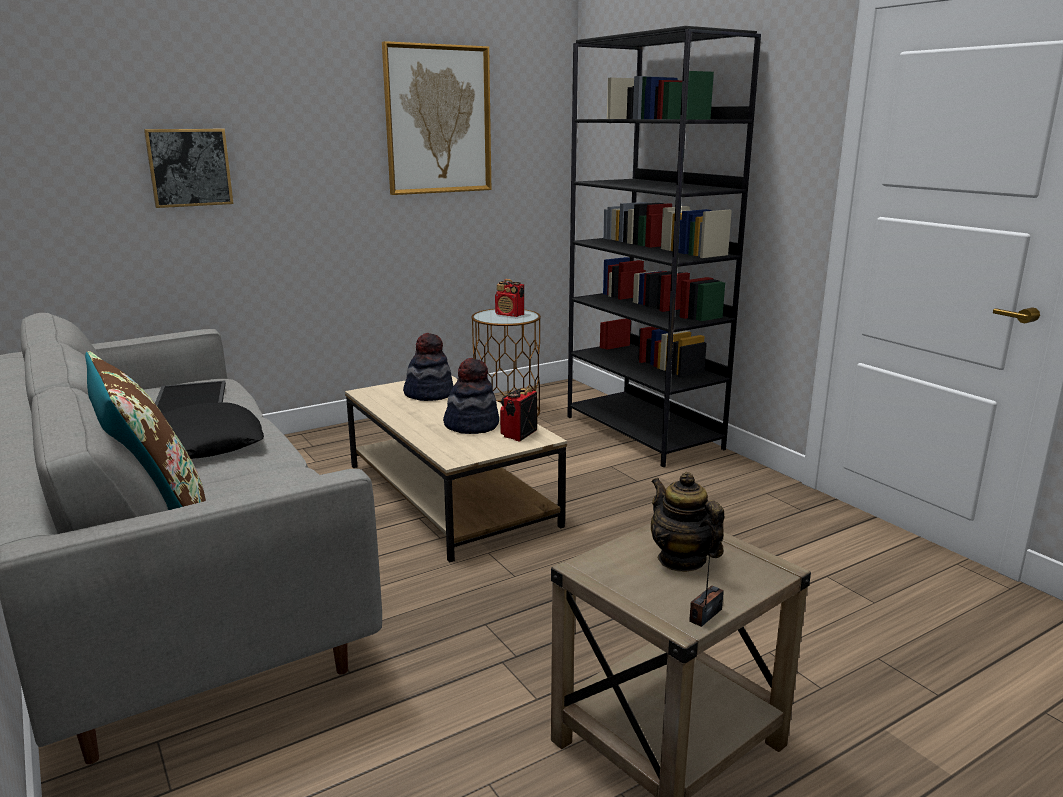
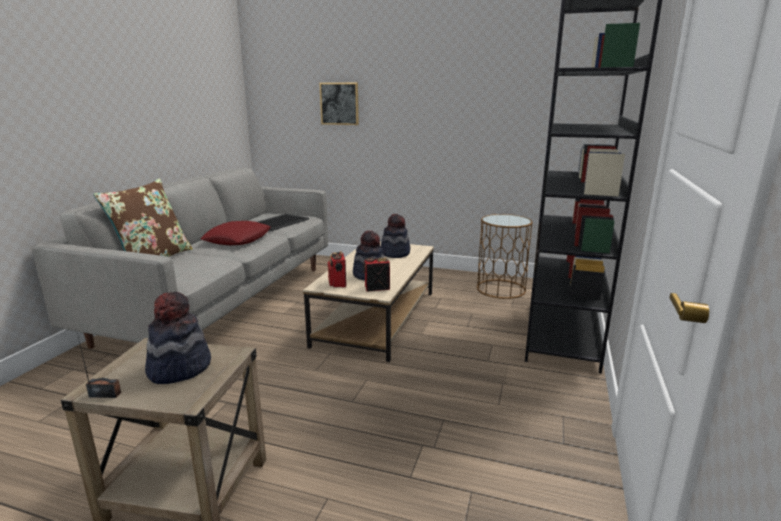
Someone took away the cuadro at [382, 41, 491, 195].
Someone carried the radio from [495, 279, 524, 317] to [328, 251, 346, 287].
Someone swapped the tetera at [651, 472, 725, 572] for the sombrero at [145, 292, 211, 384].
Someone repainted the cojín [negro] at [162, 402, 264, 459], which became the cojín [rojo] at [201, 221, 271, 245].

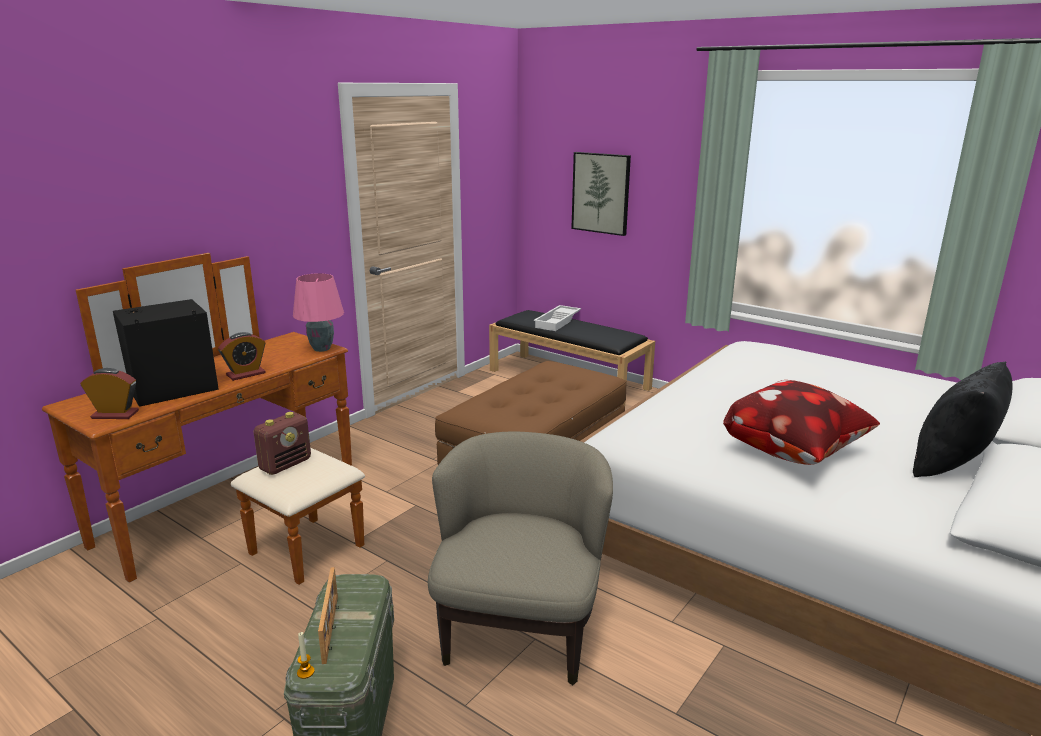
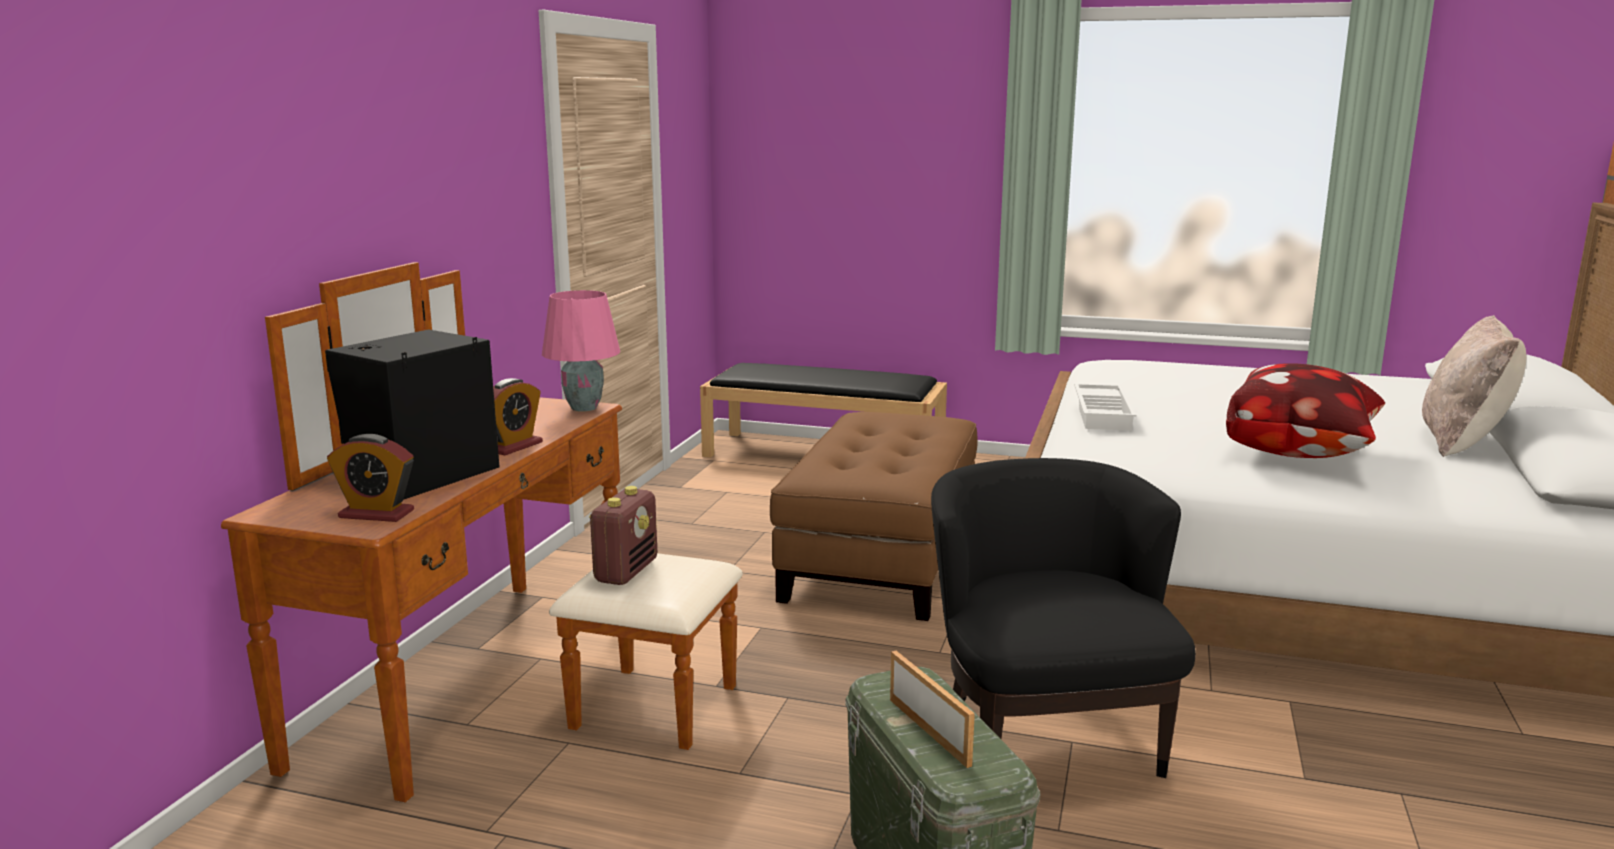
Someone took away the vela at [297, 632, 315, 679].
Someone took away the cuadro at [571, 152, 631, 236].
Someone carried the bandeja [blanco] from [534, 305, 581, 331] to [1074, 383, 1136, 431].
Someone repainted the sillón [beis] at [428, 432, 613, 685], which became the sillón [negro] at [931, 458, 1196, 778].
Someone repainted the cojín [negro] at [913, 362, 1013, 477], which became the cojín [beis] at [1422, 315, 1526, 457].
Someone rotated the despertador at [80, 368, 139, 419] by 150 degrees counterclockwise.

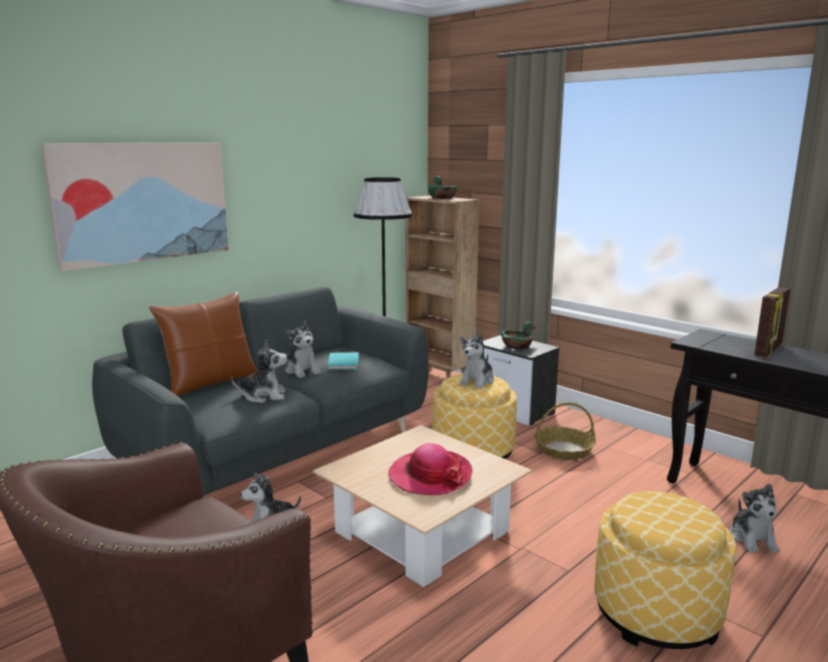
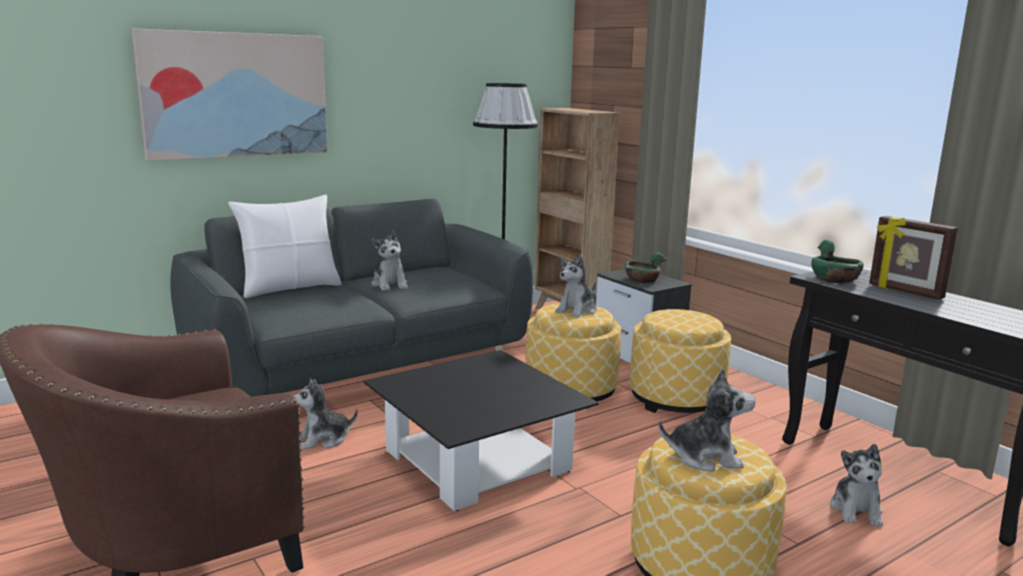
Someone took away the libro [turquesa] at [327, 352, 359, 370].
Someone took away the sombrero at [388, 443, 473, 495].
Someone carried the peluche from [231, 339, 287, 403] to [659, 368, 756, 472].
Someone carried the cuenco [verde] from [428, 176, 457, 199] to [811, 240, 864, 284].
Someone swapped the cesta at [534, 402, 595, 460] for the puf at [630, 309, 731, 413].
Someone repainted the cojín [marrón] at [149, 292, 257, 396], which became the cojín [blanco] at [228, 195, 341, 298].
Someone repainted the mesa de centro [beis] at [312, 425, 532, 587], which became the mesa de centro [negro] at [363, 350, 599, 511].
Someone rotated the portarretratos at [754, 287, 790, 357] by 90 degrees clockwise.

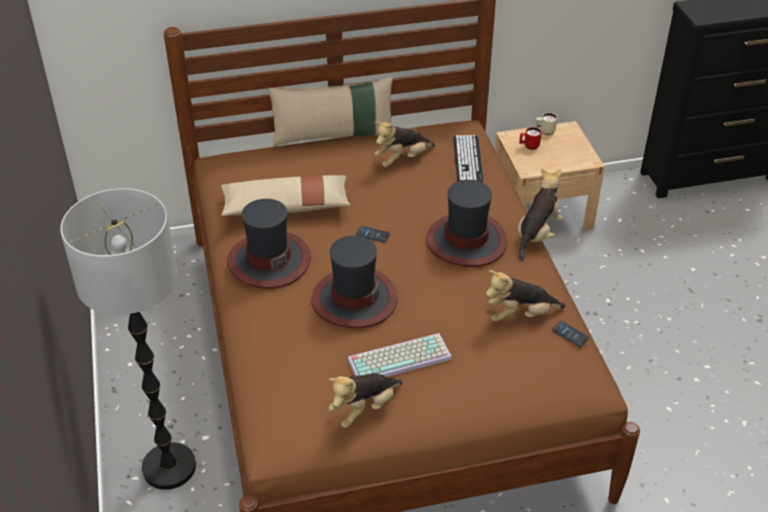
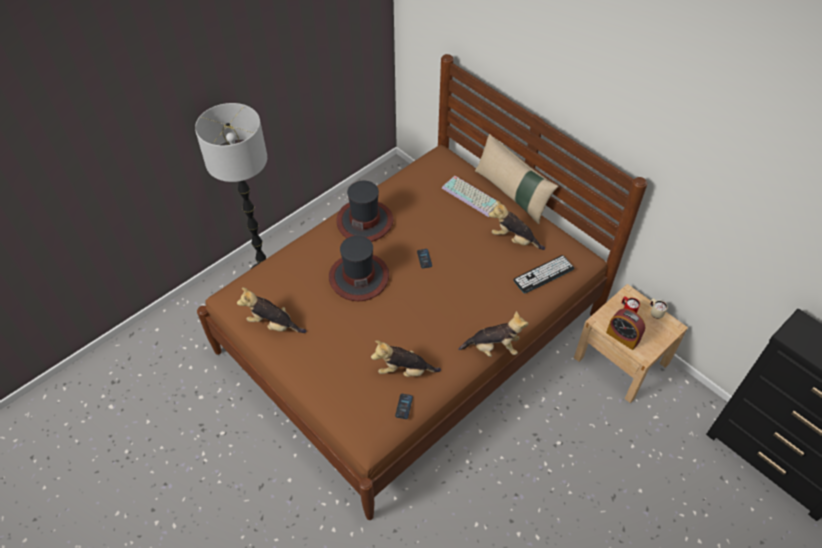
Someone took away the cojín [beis] at [221, 175, 351, 216].
Someone took away the sombrero at [426, 180, 507, 267].
Someone put down the despertador at [606, 308, 646, 350].
Someone carried the teclado from [348, 333, 452, 377] to [442, 176, 502, 217].
Someone rotated the peluche at [486, 270, 566, 322] by 45 degrees counterclockwise.

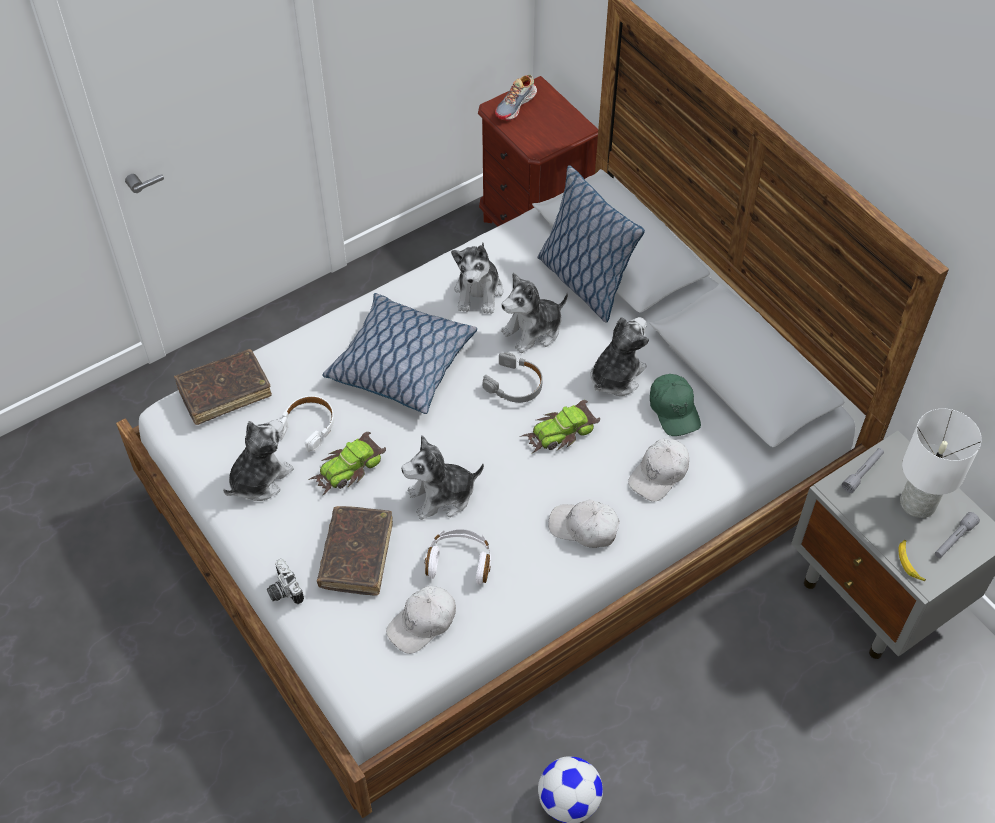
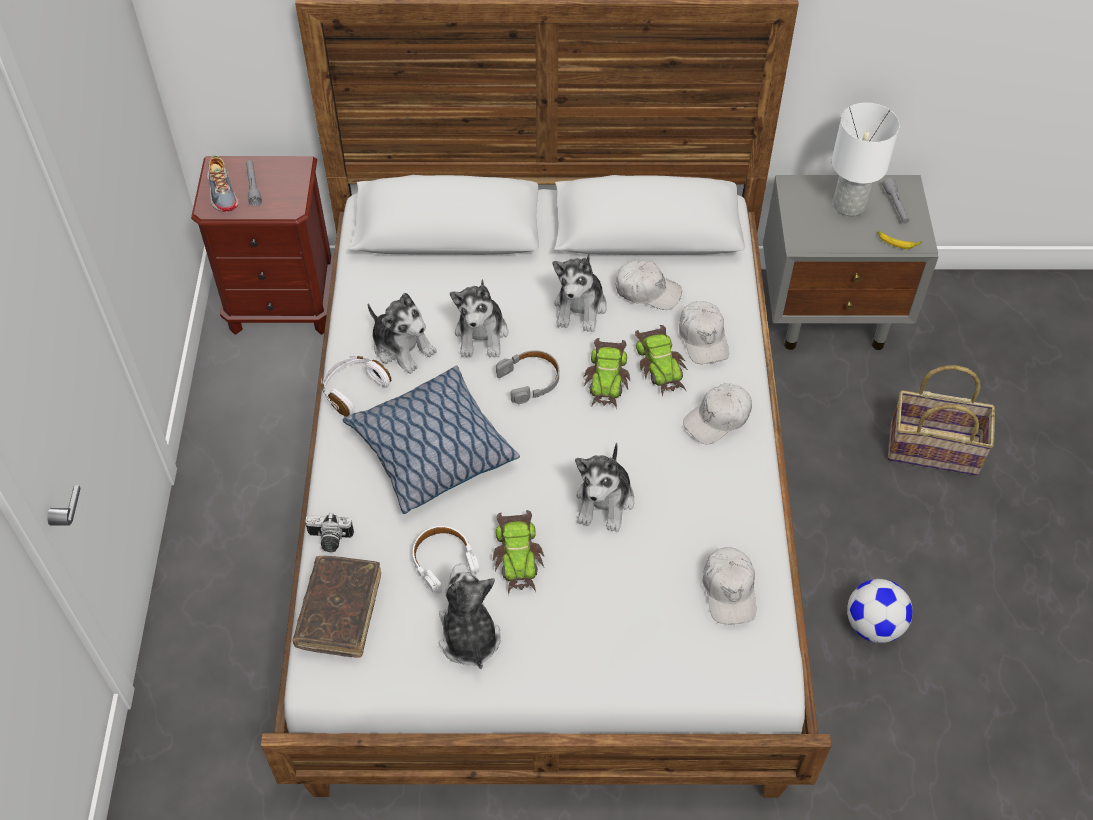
Someone took away the libro [marrón] at [317, 506, 393, 596].
Someone took away the cojín at [537, 165, 645, 323].
Someone put down the coche de juguete at [635, 325, 688, 396].
Someone put down the cesta at [888, 365, 995, 475].
Someone carried the cámara from [267, 559, 304, 604] to [305, 512, 354, 552].
Someone carried the auriculares [blanco] from [425, 529, 491, 585] to [321, 356, 391, 417].
Someone carried the linterna [gris] from [842, 448, 884, 493] to [246, 160, 262, 206].
Someone repainted the gorra [verde] at [650, 374, 701, 436], which became the gorra [blanco] at [616, 260, 682, 310].
Someone rotated the peluche at [590, 317, 649, 396] by 150 degrees counterclockwise.

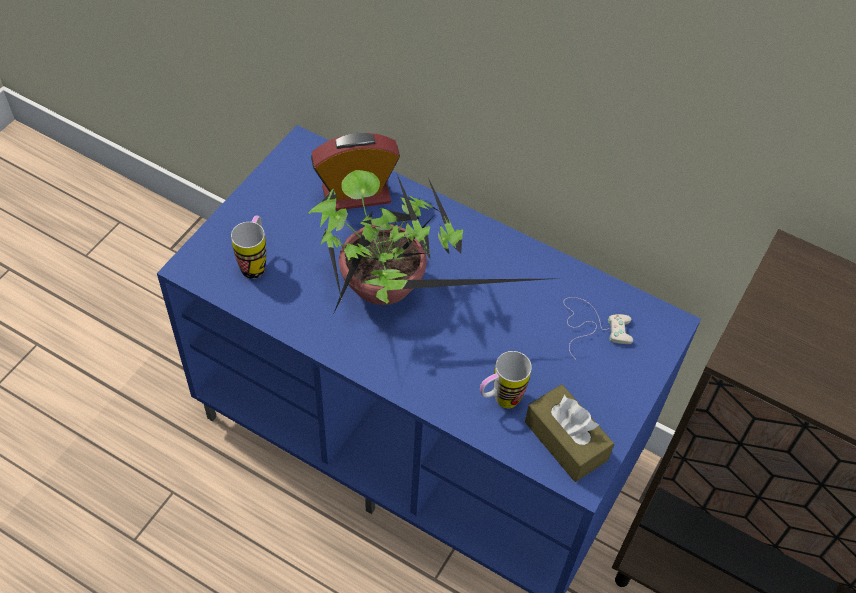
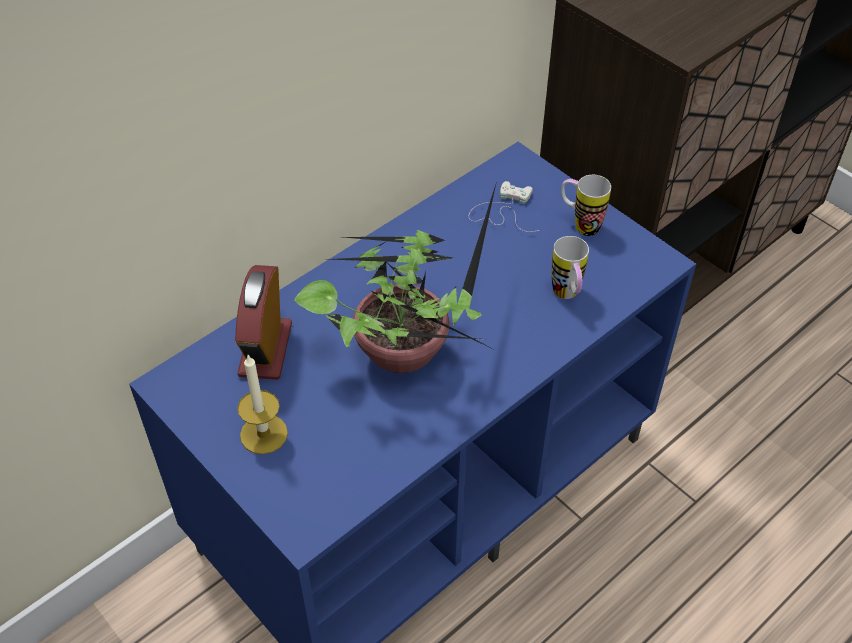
Someone took away the caja de pañuelos [marrón] at [525, 384, 614, 482].
Someone put down the vela at [237, 355, 288, 454].
Someone carried the taza grande from [231, 216, 266, 279] to [561, 175, 611, 236].

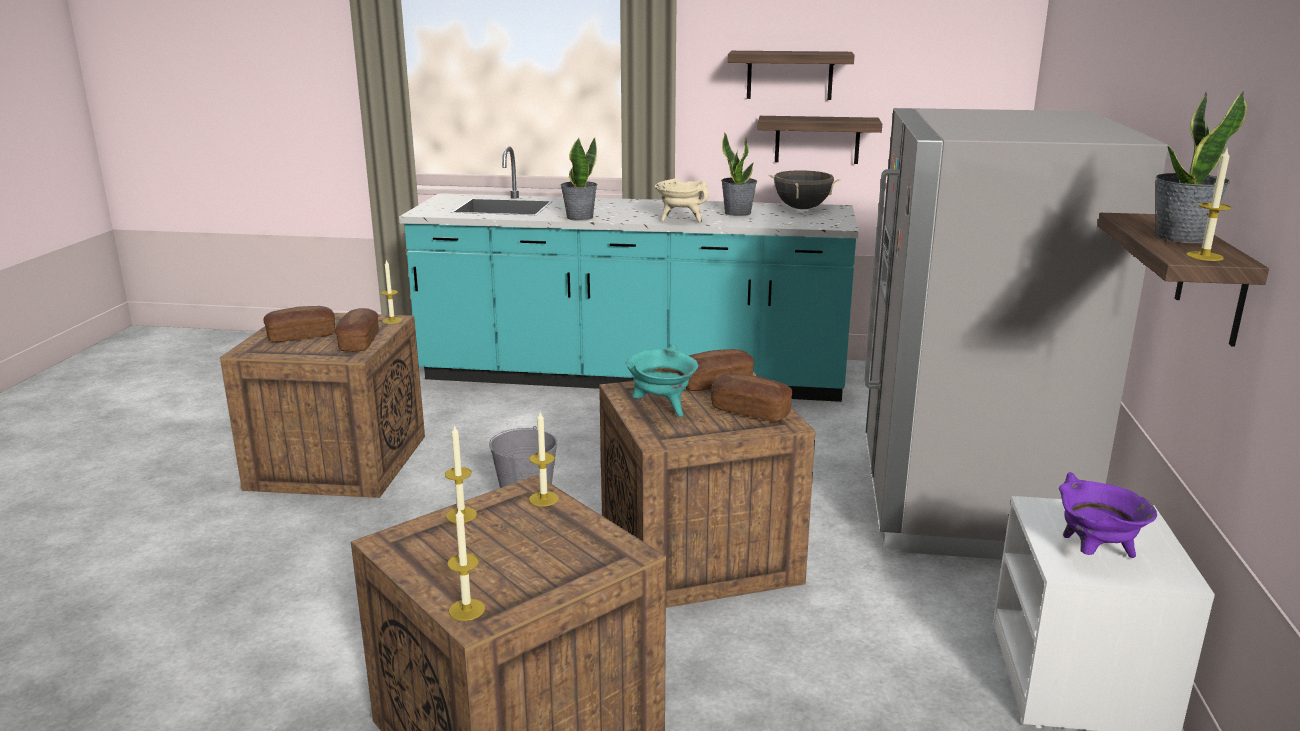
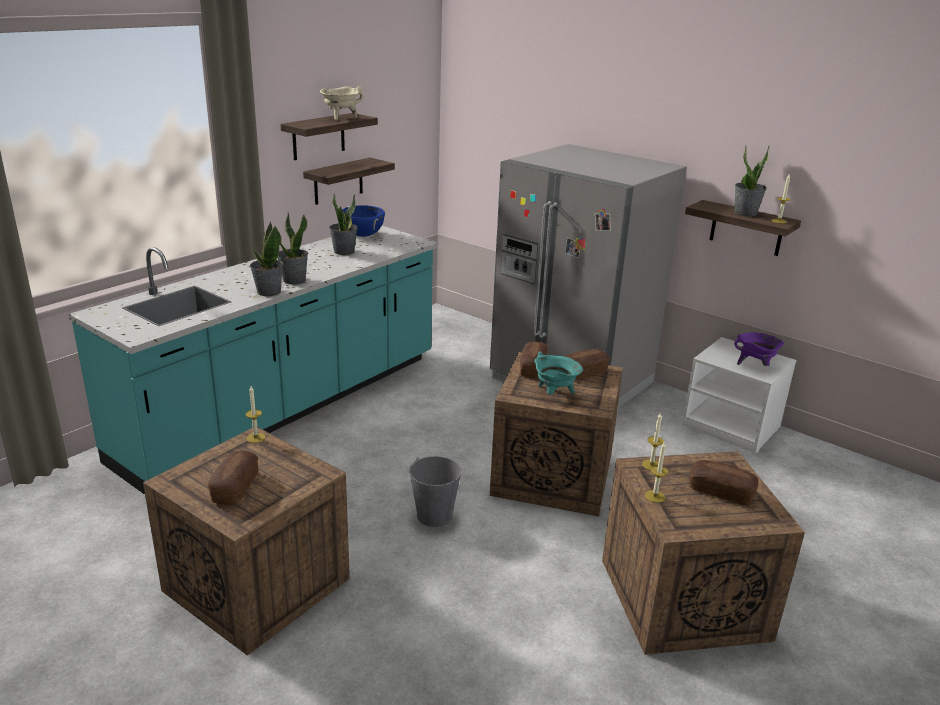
Someone took away the vela at [448, 508, 485, 621].
Someone put down the planta en maceta at [278, 213, 308, 284].
Someone carried the pan from [335, 308, 379, 352] to [689, 460, 759, 505].
Someone carried the olla [beis] from [655, 178, 709, 223] to [320, 86, 363, 121].
Someone repainted the olla [negro] at [768, 170, 841, 209], which became the olla [azul] at [342, 205, 386, 237].

